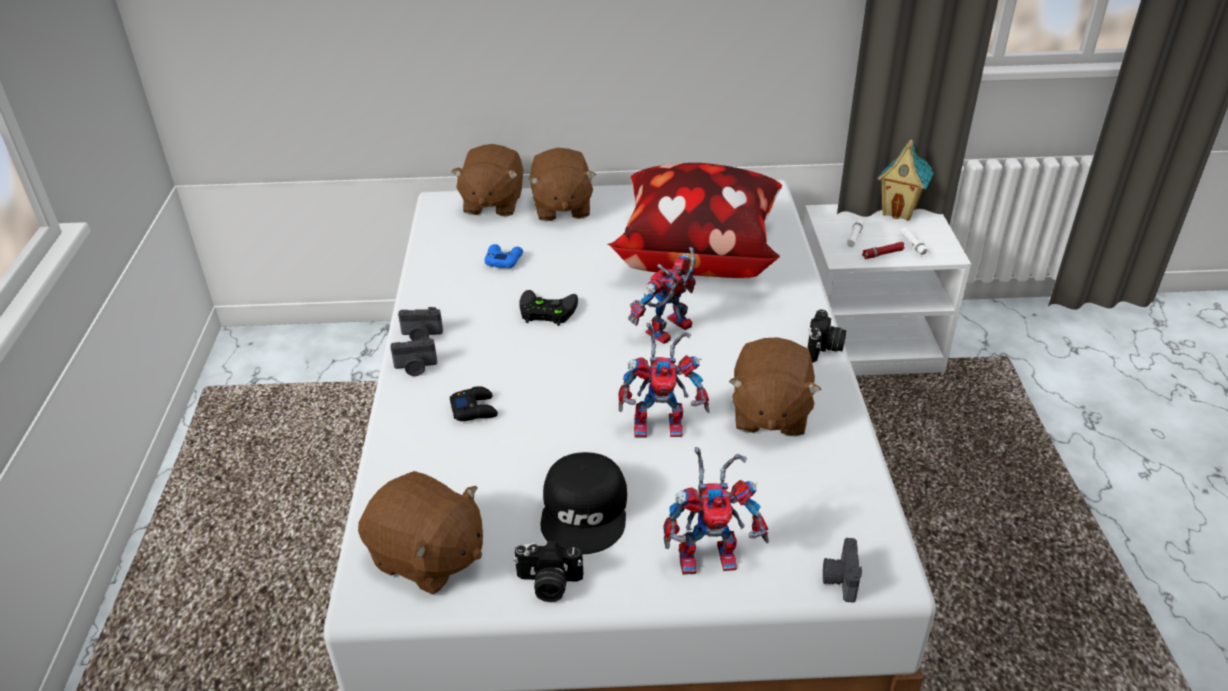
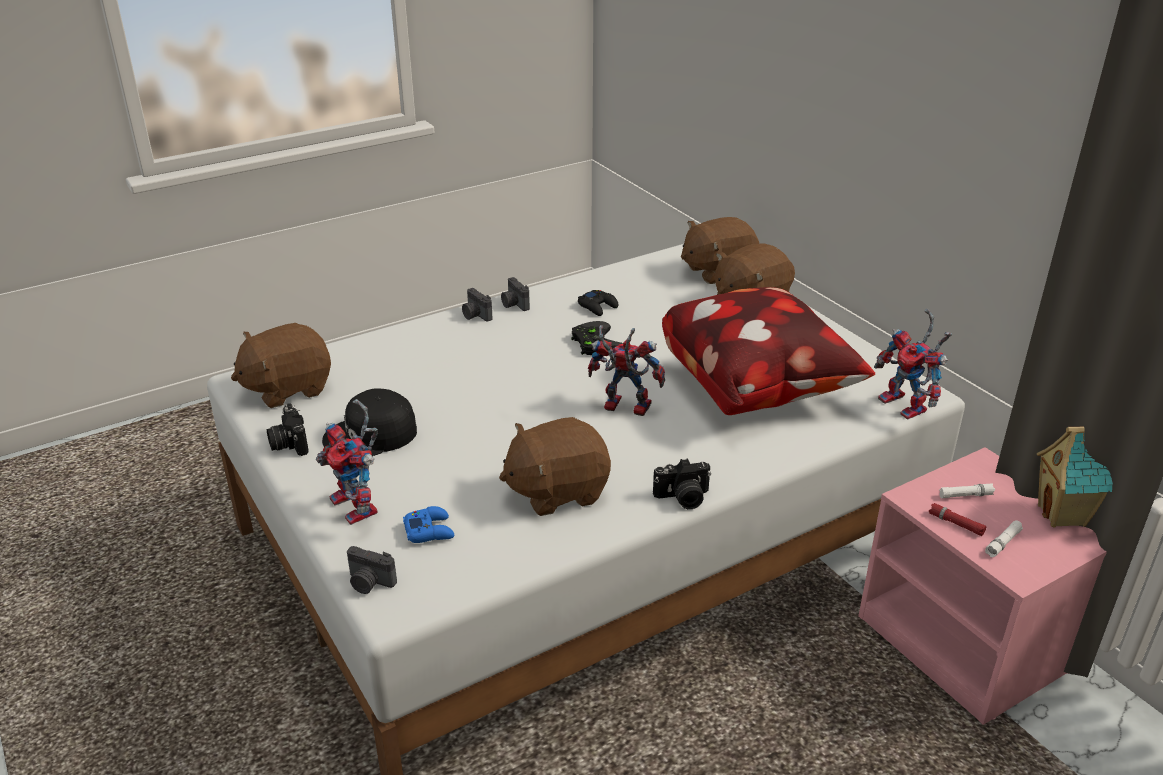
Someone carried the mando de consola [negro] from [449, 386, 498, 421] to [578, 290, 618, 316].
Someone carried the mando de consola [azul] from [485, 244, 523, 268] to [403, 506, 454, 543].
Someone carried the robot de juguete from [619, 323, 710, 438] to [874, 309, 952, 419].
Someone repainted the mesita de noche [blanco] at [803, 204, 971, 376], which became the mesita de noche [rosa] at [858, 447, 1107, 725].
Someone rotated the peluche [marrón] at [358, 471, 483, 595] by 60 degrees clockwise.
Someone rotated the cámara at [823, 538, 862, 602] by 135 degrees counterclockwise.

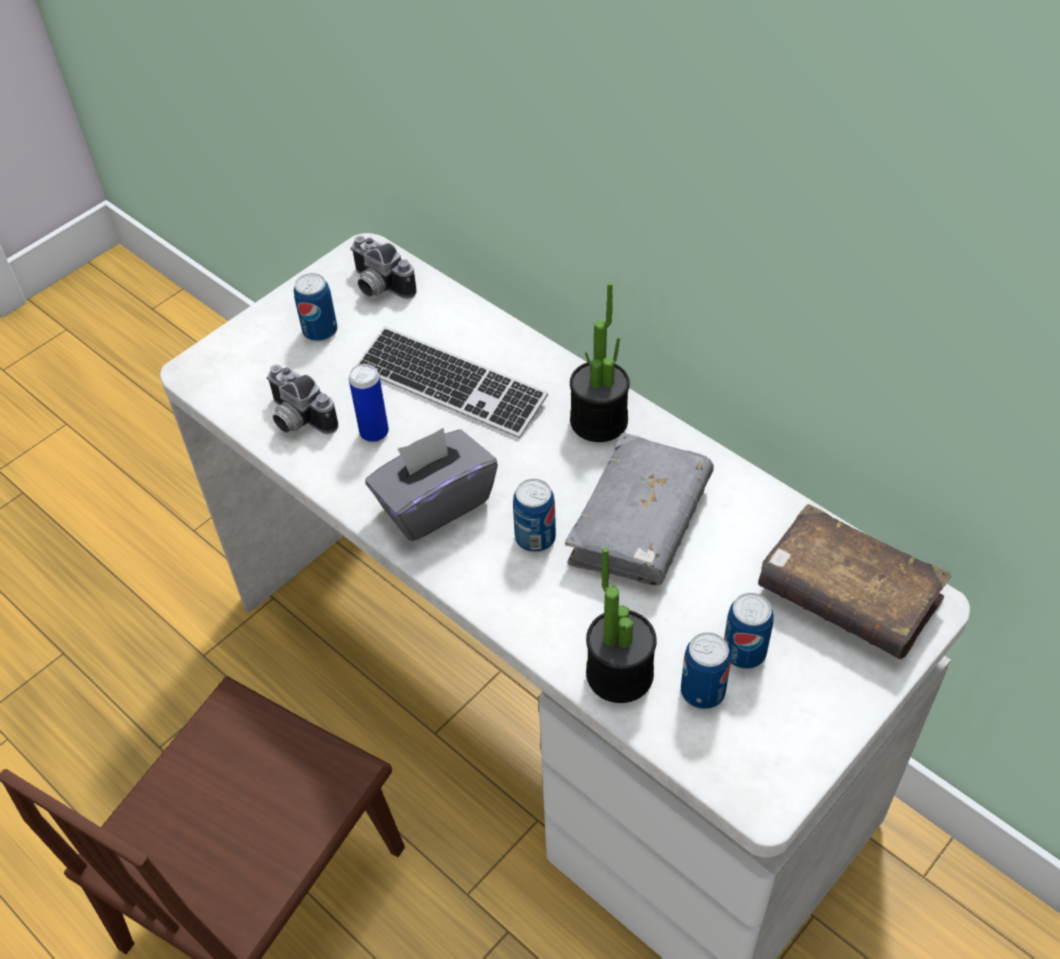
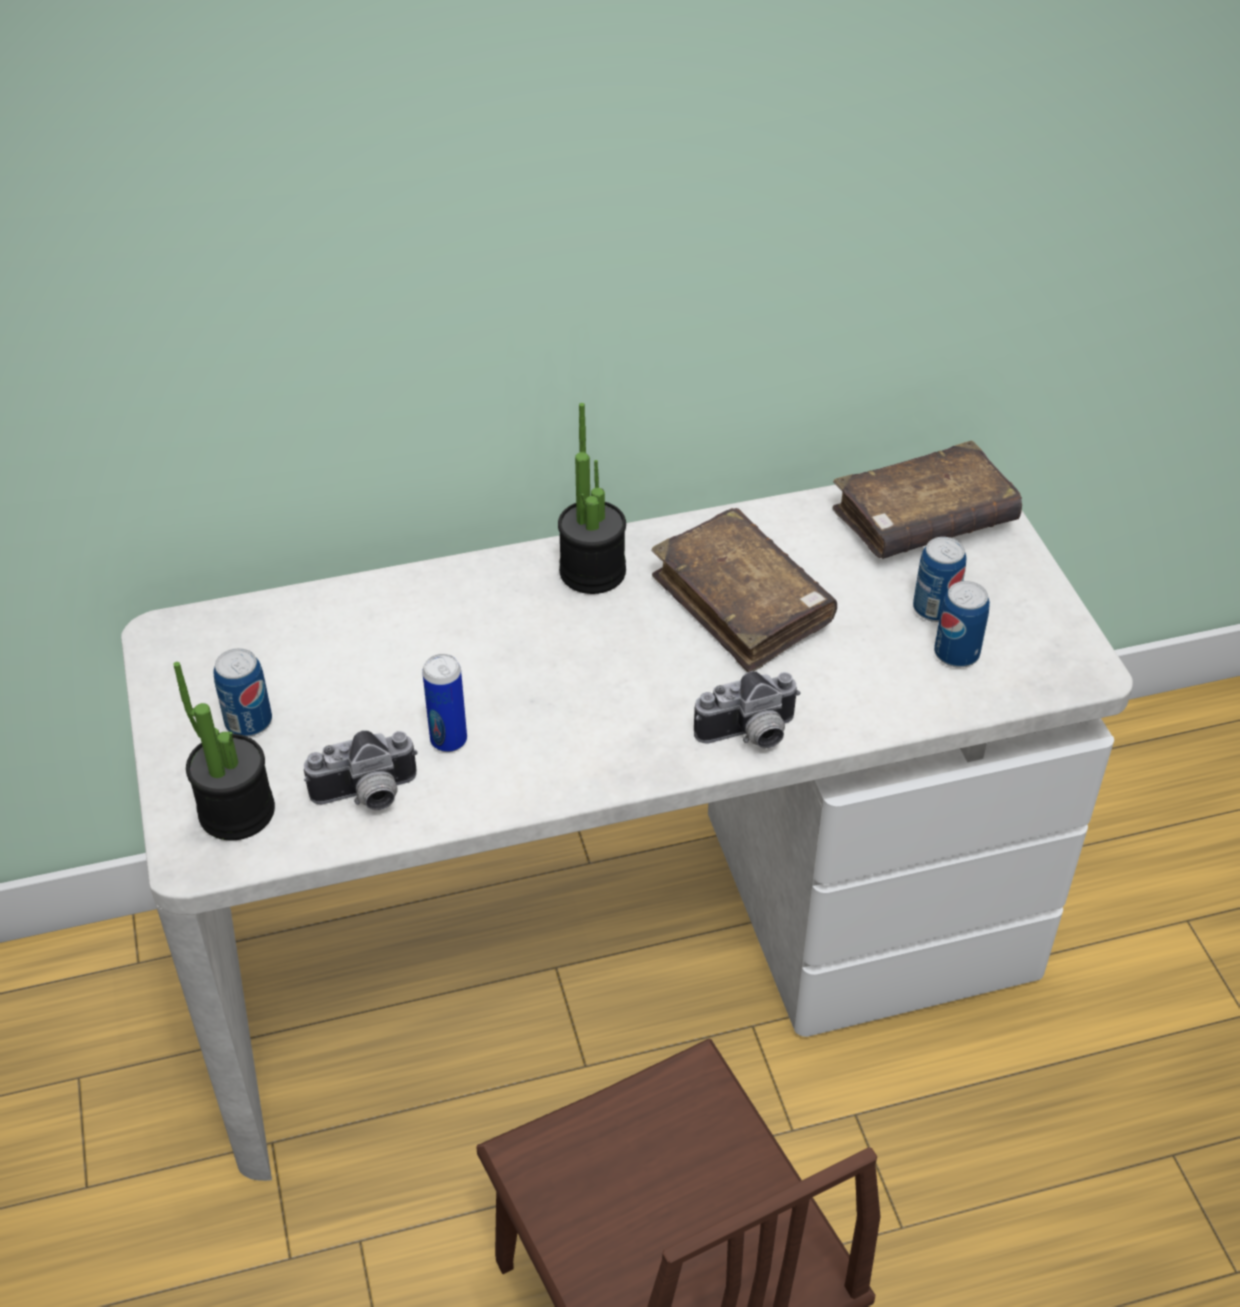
Someone took away the teclado at [356, 326, 548, 438].
Someone took away the caja de pañuelos [gris] at [365, 428, 498, 541].
Someone took away the lata at [513, 479, 556, 552].
Someone carried the cámara from [350, 236, 417, 299] to [694, 671, 800, 749].
Someone carried the planta en maceta from [586, 547, 657, 703] to [173, 662, 275, 840].
Someone repainted the libro [gris] at [565, 433, 714, 586], which became the libro [marrón] at [652, 508, 837, 672].

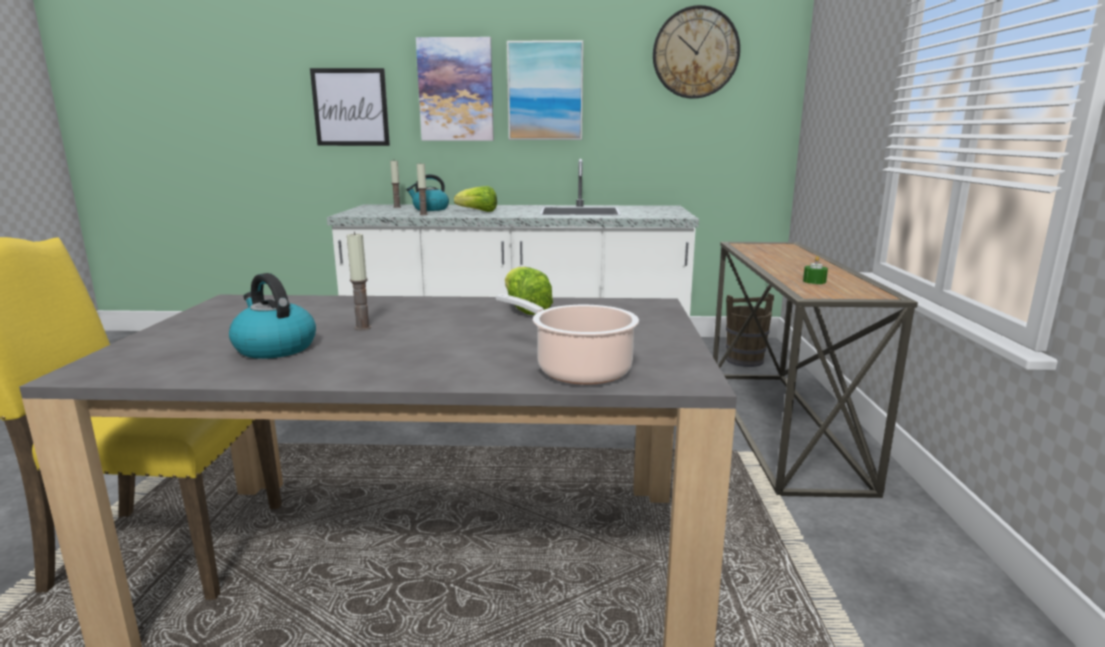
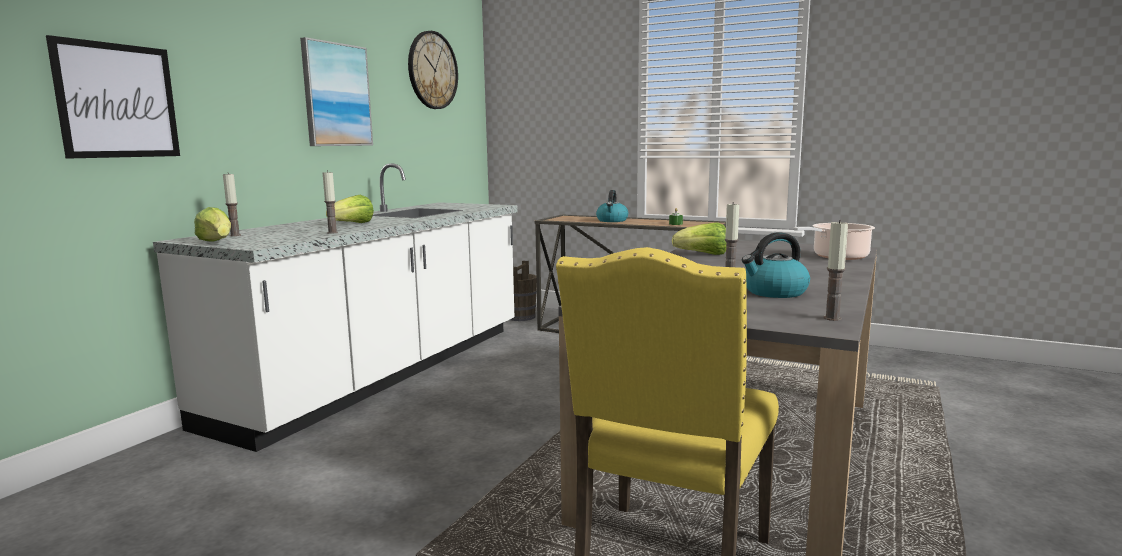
Someone took away the cuadro at [416, 37, 494, 141].
Someone put down the lechuga at [194, 207, 231, 242].
Someone put down the vela at [824, 220, 848, 321].
Someone carried the hervidor from [406, 174, 449, 211] to [596, 190, 628, 222].

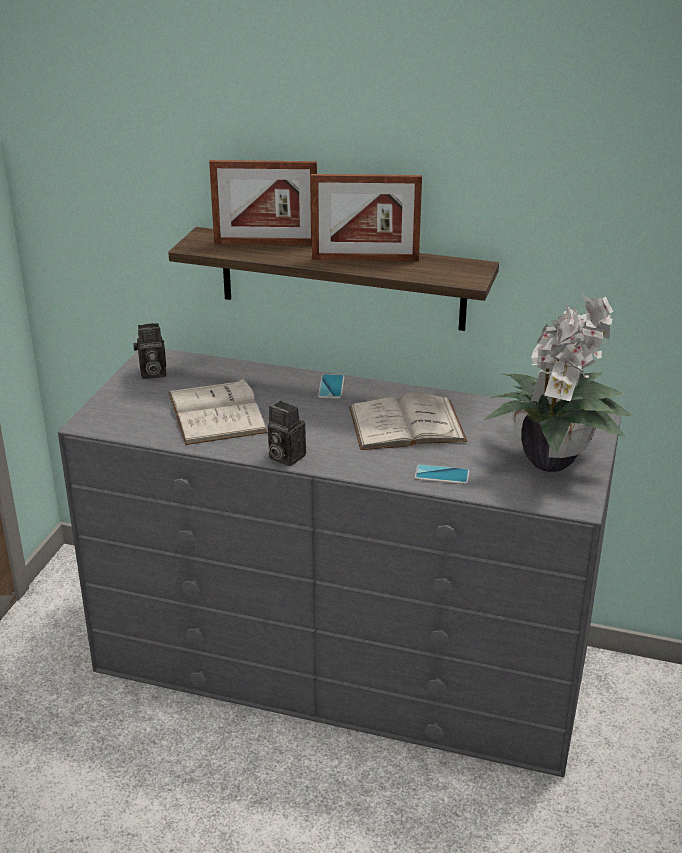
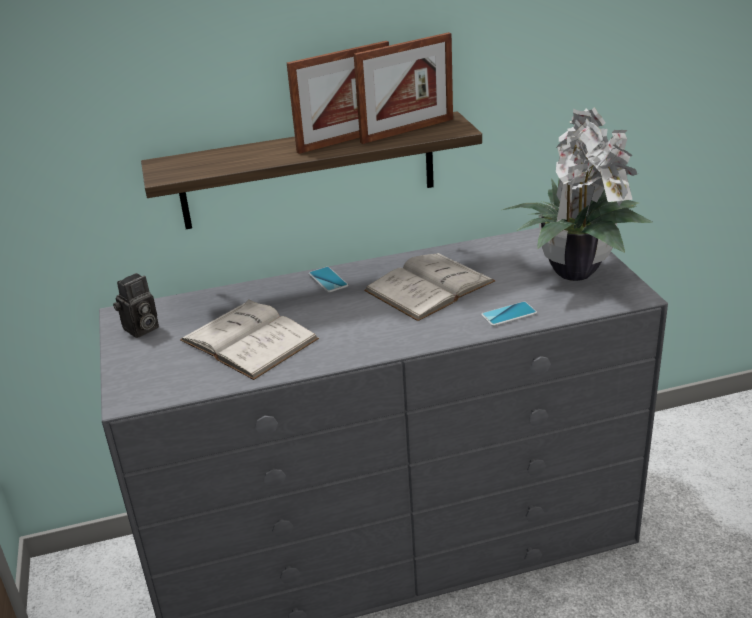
Someone took away the cámara at [268, 401, 306, 466].
Someone carried the portarretratos from [209, 160, 317, 245] to [354, 32, 453, 144].

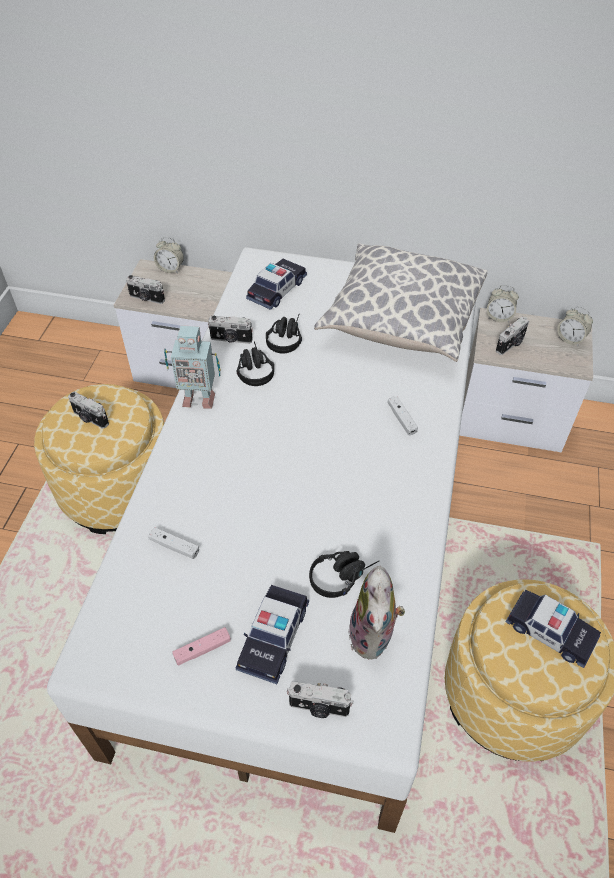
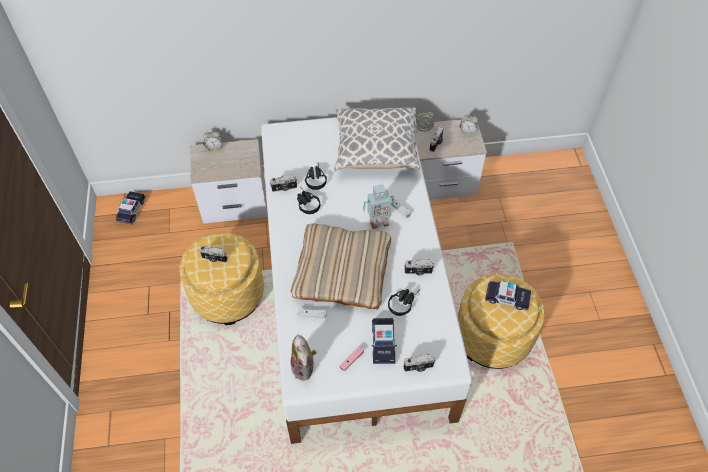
Someone put down the cojín [beis] at [291, 224, 391, 310].
Someone carried the cámara from [126, 275, 165, 304] to [404, 259, 434, 275].
Someone carried the robot de juguete from [164, 325, 220, 409] to [363, 184, 394, 229].
Someone carried the coche de juguete from [246, 259, 307, 310] to [116, 191, 146, 224].
Someone carried the peluche from [348, 566, 405, 659] to [291, 335, 317, 381].

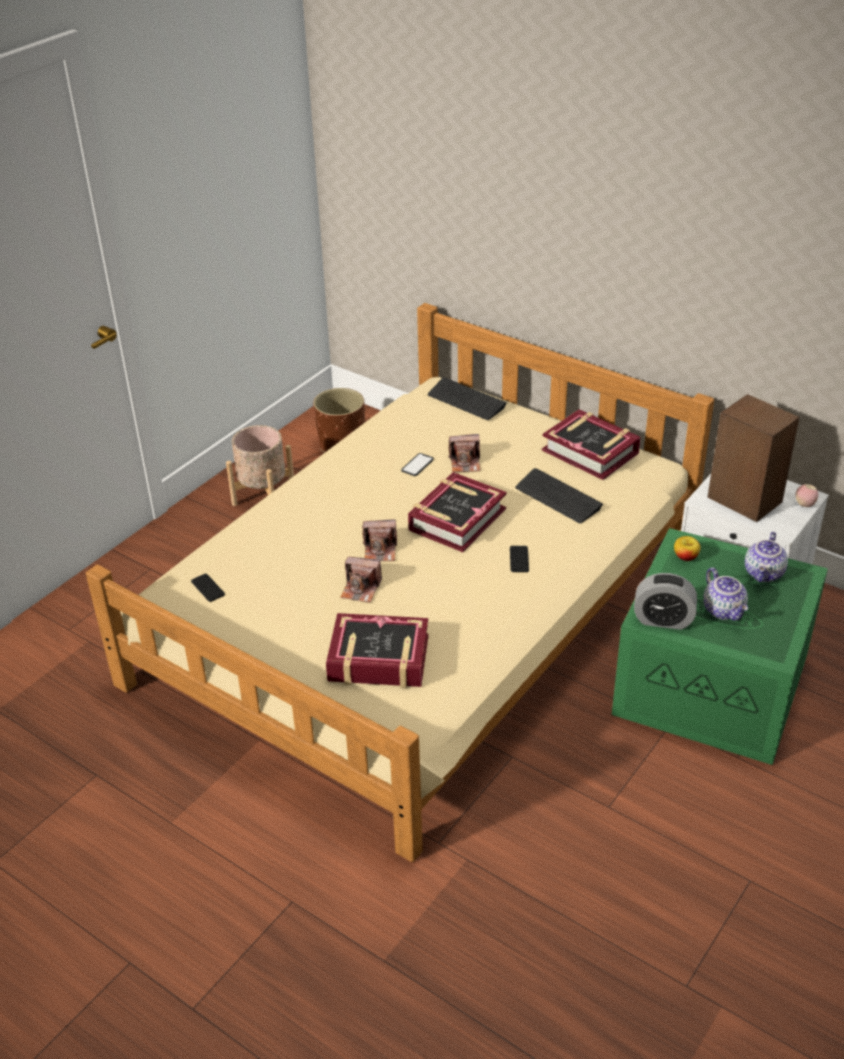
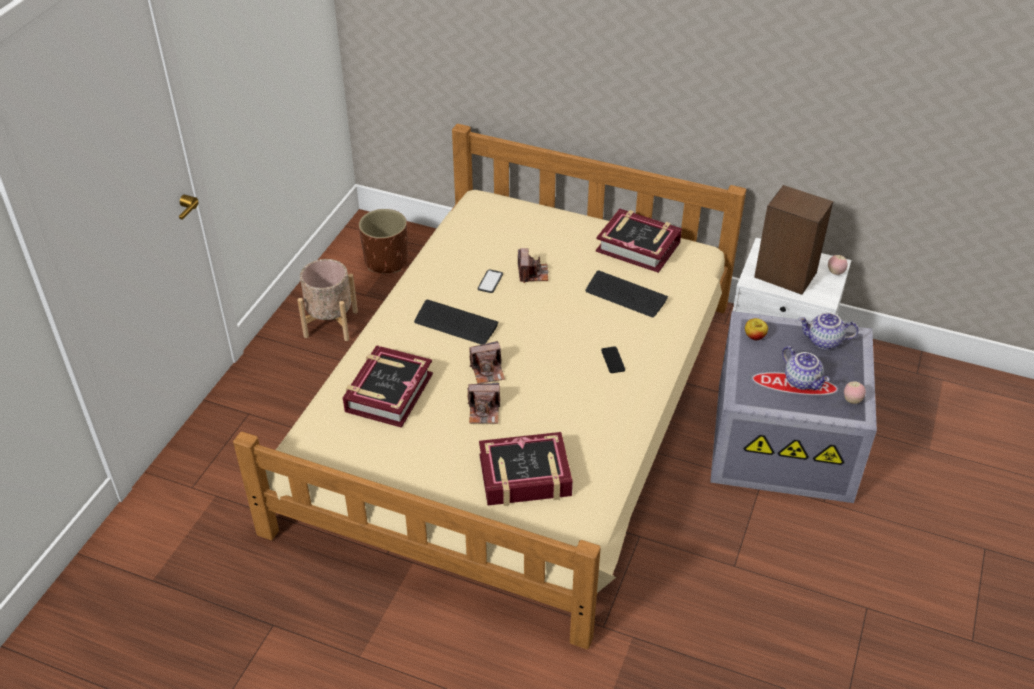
Someone took away the móvil at [191, 574, 225, 602].
Someone took away the despertador at [634, 573, 697, 630].
Someone put down the manzana at [844, 381, 866, 404].
Someone carried the libro from [408, 472, 507, 552] to [343, 345, 433, 428].
Someone carried the teclado from [428, 377, 507, 420] to [414, 300, 498, 345].
Someone repainted the caja de almacenaje [verde] at [612, 528, 828, 765], which became the caja de almacenaje [gris] at [710, 311, 877, 503].
Someone rotated the cámara at [448, 434, 480, 472] by 75 degrees counterclockwise.
Someone rotated the tetera at [745, 532, 788, 582] by 90 degrees clockwise.

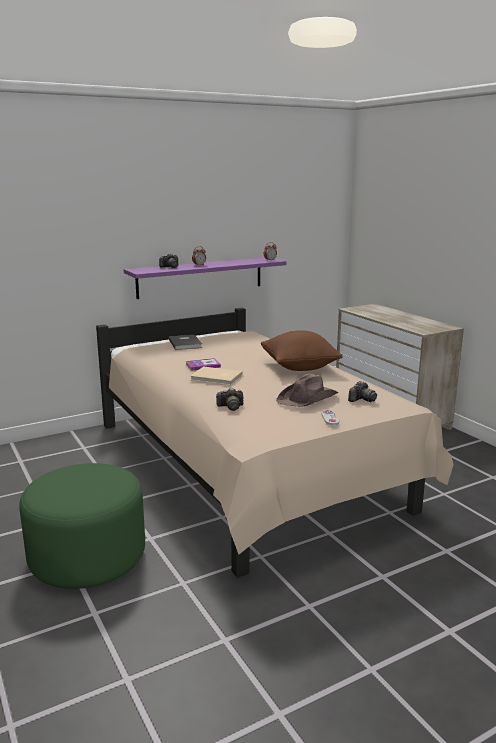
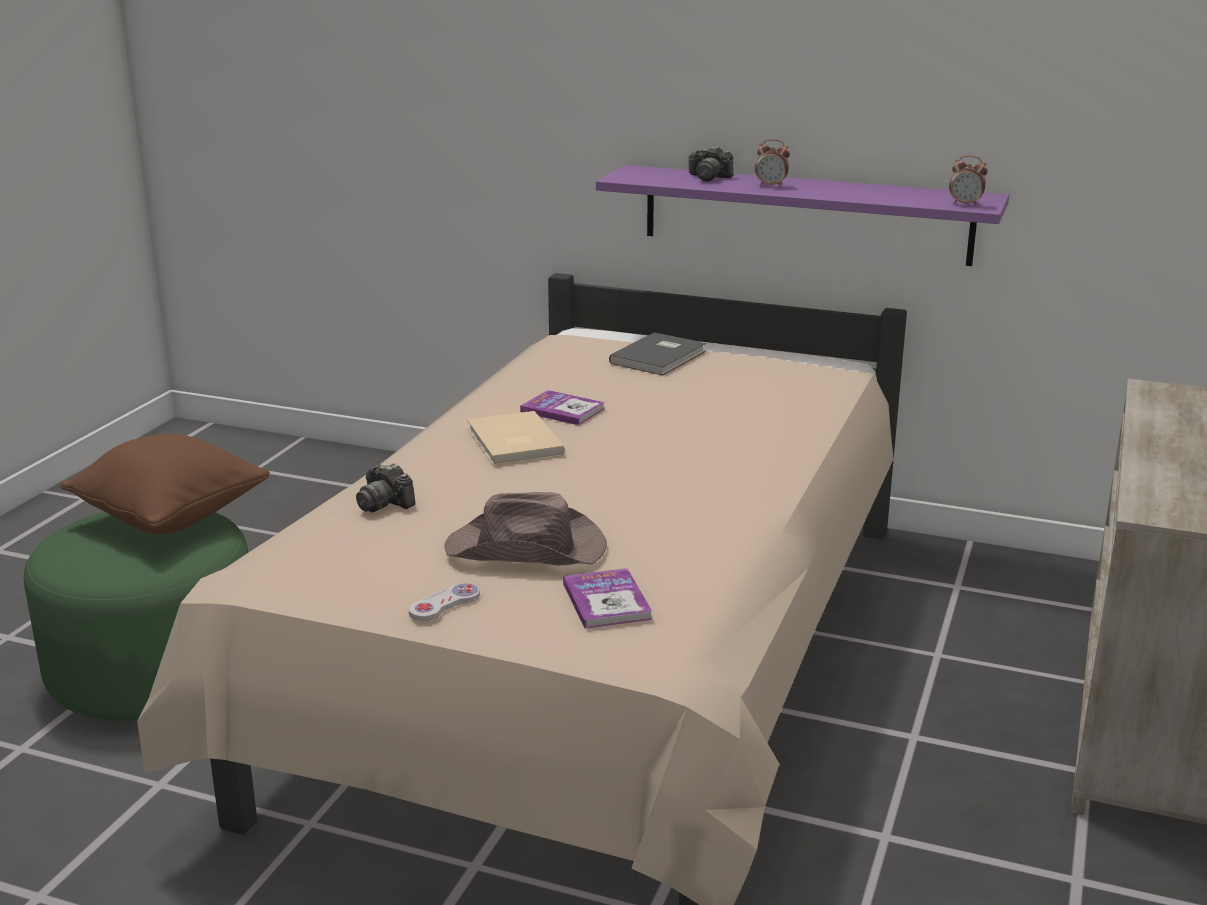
Someone carried the cojín [marrón] from [261, 330, 343, 371] to [60, 434, 270, 534].
Someone swapped the cámara at [348, 381, 377, 402] for the libro at [563, 568, 652, 629].

